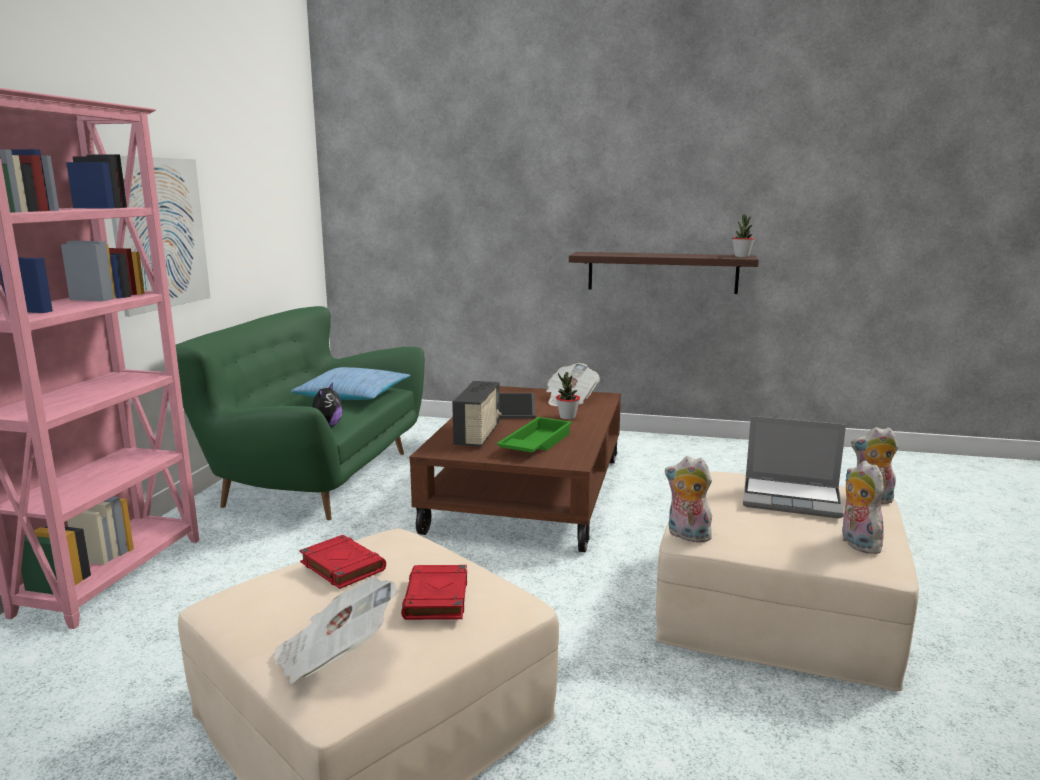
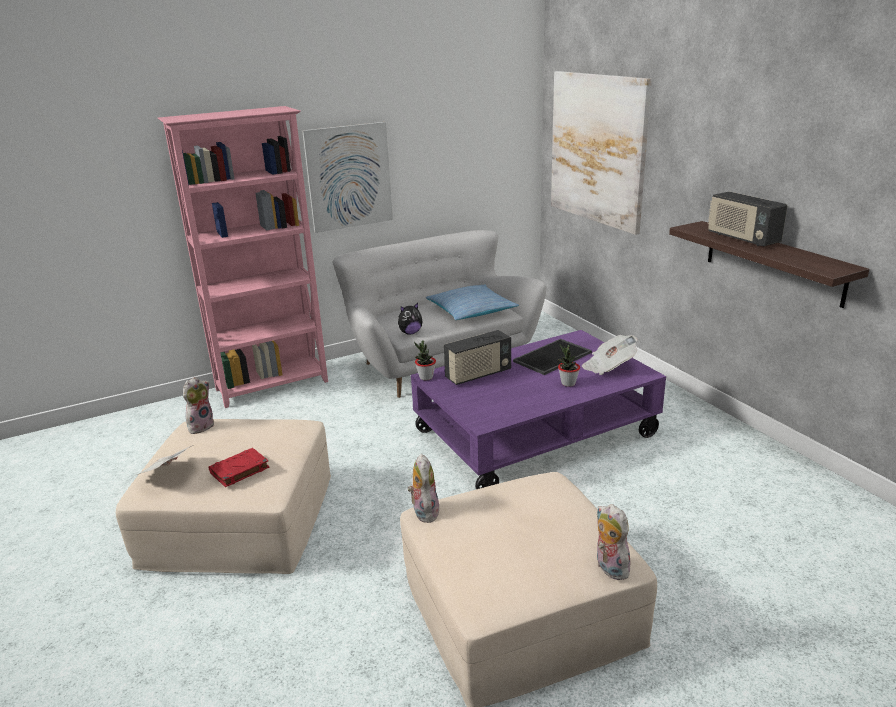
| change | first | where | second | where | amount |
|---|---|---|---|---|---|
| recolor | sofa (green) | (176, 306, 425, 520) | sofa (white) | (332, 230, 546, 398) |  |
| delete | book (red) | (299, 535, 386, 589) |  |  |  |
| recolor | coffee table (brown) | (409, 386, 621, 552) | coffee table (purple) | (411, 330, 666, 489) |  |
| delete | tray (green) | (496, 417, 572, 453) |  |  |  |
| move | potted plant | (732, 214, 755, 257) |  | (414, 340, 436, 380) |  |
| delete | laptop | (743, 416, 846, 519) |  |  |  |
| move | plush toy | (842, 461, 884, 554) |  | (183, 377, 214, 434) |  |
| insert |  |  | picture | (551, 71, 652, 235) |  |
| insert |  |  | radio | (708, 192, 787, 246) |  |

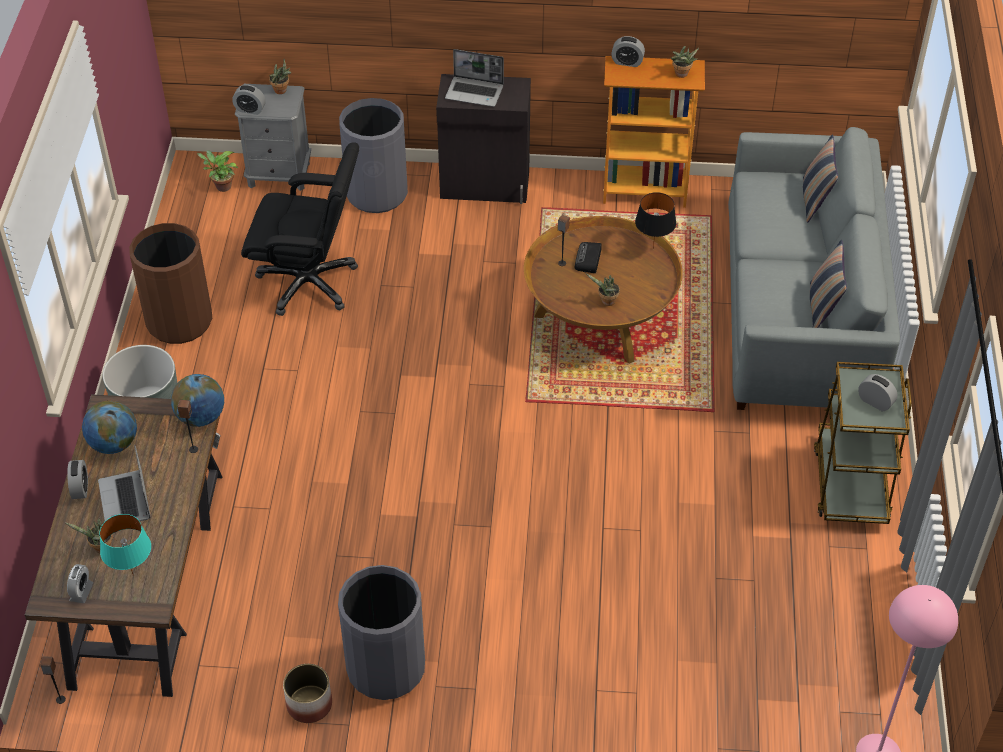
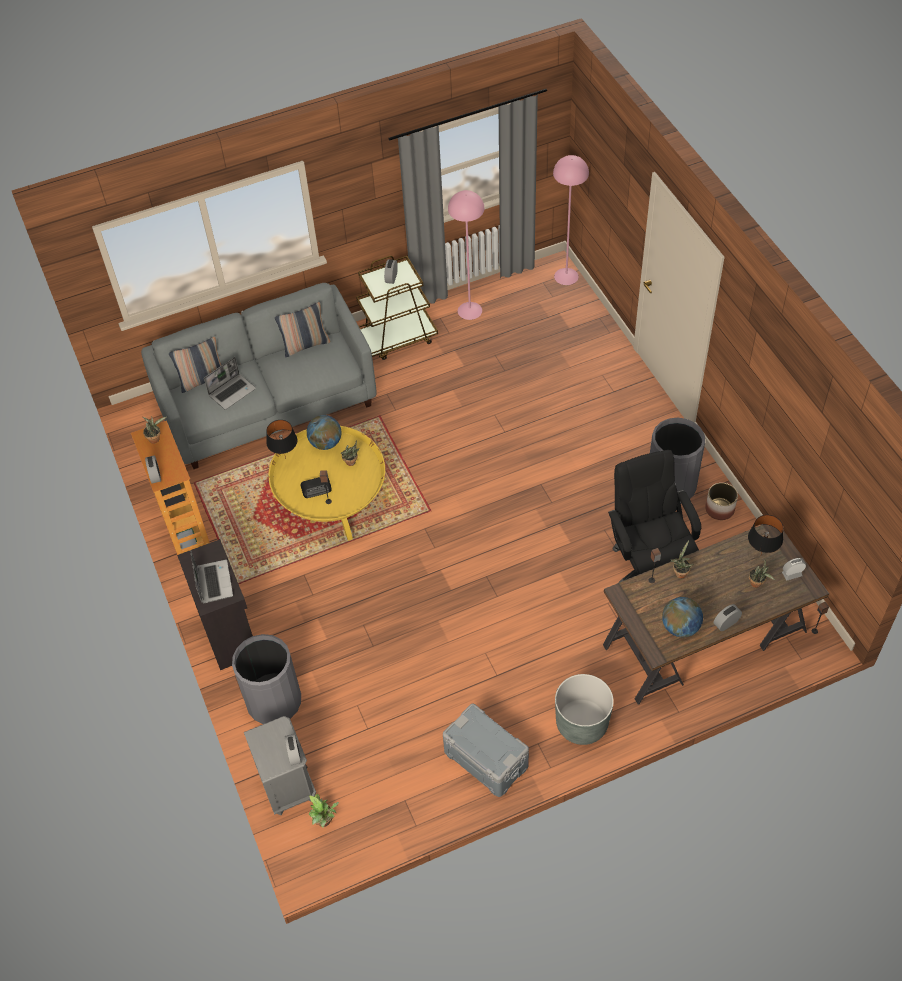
| change | first | where | second | where | amount |
|---|---|---|---|---|---|
| move | laptop | (98, 445, 150, 521) |  | (204, 357, 256, 410) |  |
| recolor | table lamp (turquoise) | (99, 514, 151, 574) | table lamp (black) | (748, 515, 783, 554) |  |
| replace | trash can (brown) | (129, 223, 212, 344) | storage box (grey) | (443, 704, 529, 797) |  |
| move | globe | (171, 374, 224, 427) |  | (307, 415, 341, 450) |  |
| move | office chair (black) | (241, 142, 359, 316) |  | (608, 450, 701, 583) |  |
| move | potted plant | (269, 59, 291, 94) |  | (670, 540, 693, 578) |  |
| recolor | coffee table (brown) | (524, 216, 683, 364) | coffee table (yellow) | (268, 426, 385, 541) |  |
| insert |  |  | floor lamp (pink) | (448, 190, 484, 320) |  |

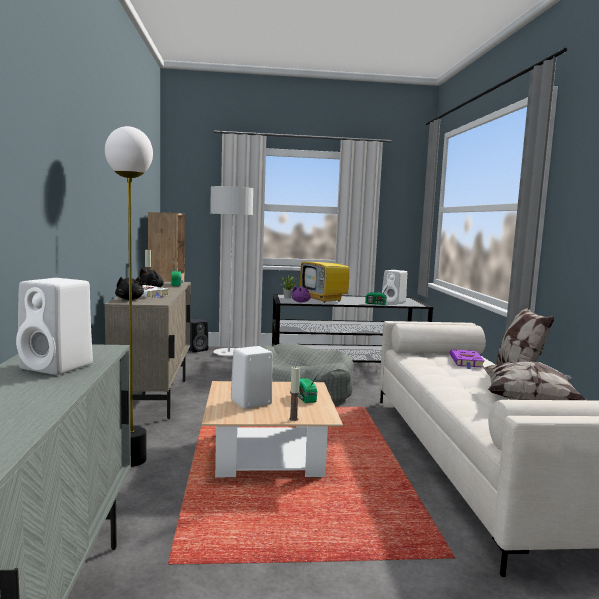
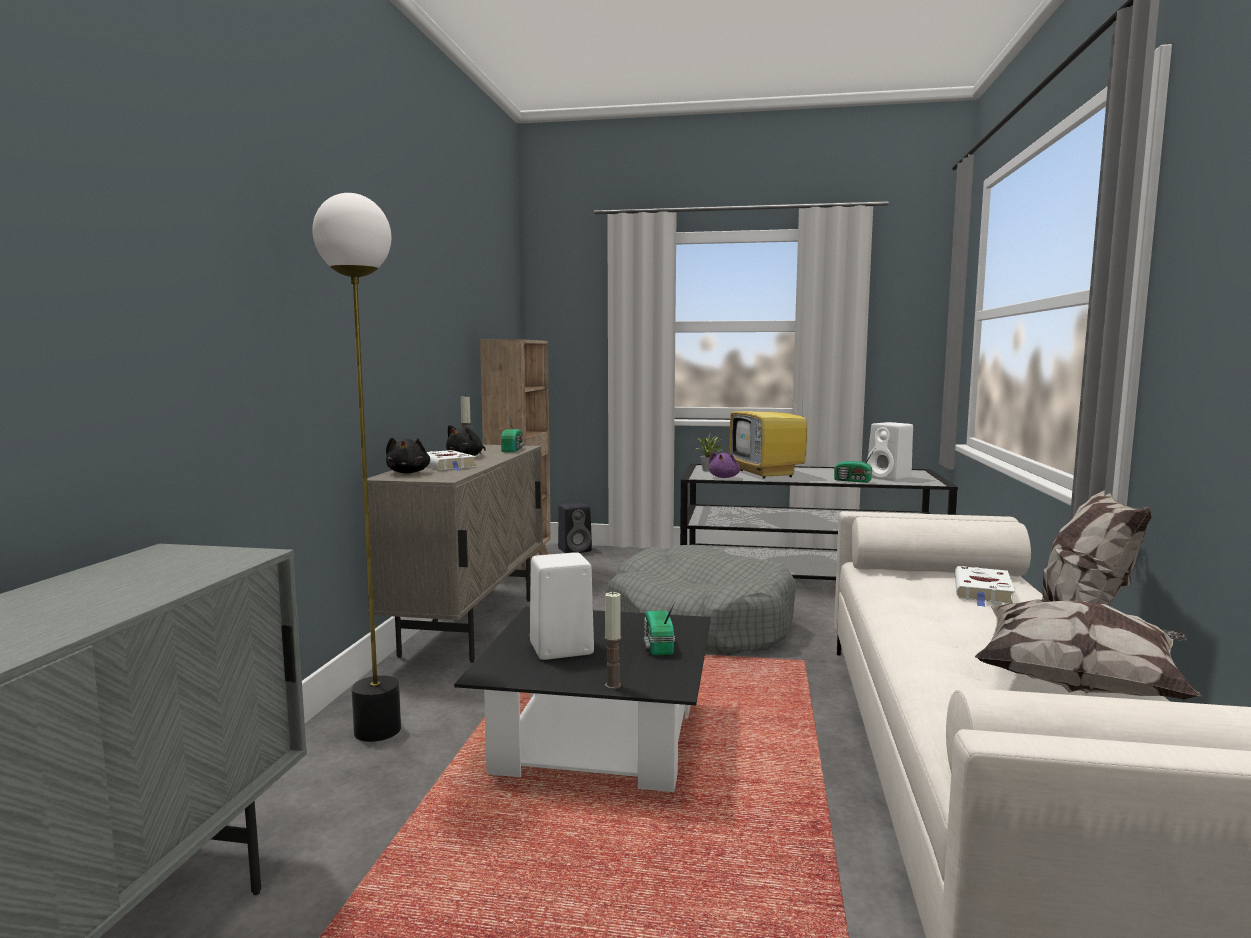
| change | first | where | second | where | amount |
|---|---|---|---|---|---|
| delete | speaker (white) | (16, 278, 93, 375) |  |  |  |
| recolor | coffee table (beige) | (202, 381, 343, 477) | coffee table (black) | (454, 606, 711, 792) |  |
| delete | floor lamp (grey) | (210, 186, 253, 357) |  |  |  |
| recolor | book (purple) | (450, 349, 485, 369) | book (white) | (954, 566, 1015, 607) |  |

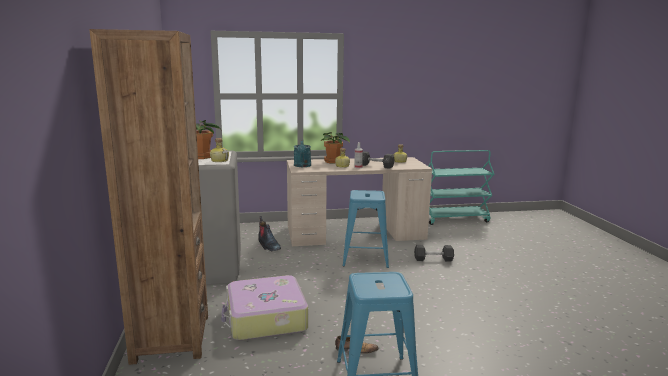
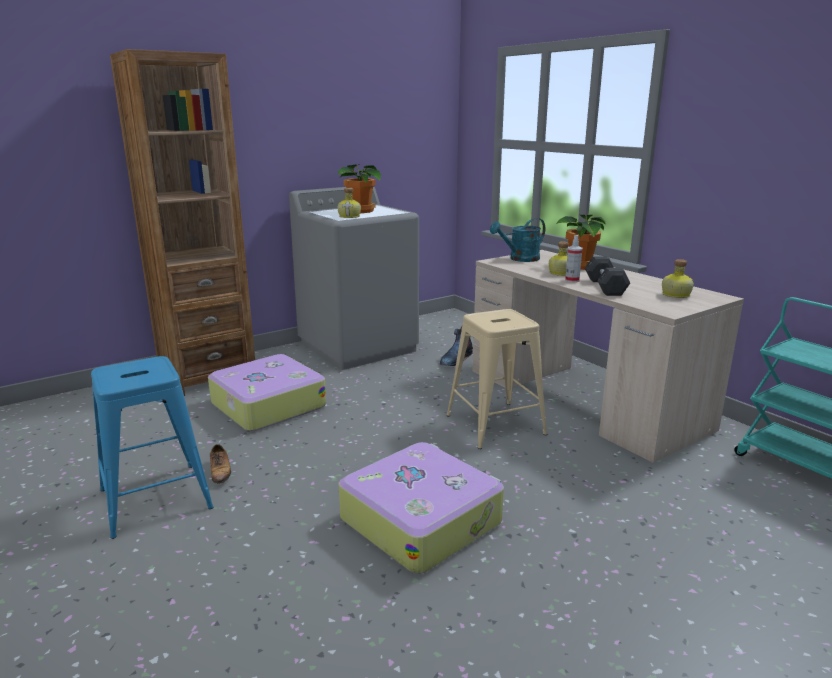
| change | first | where | second | where | amount |
|---|---|---|---|---|---|
| recolor | stool (blue) | (342, 190, 389, 268) | stool (beige) | (447, 309, 547, 449) |  |
| delete | dumbbell (grey) | (414, 245, 454, 262) |  |  |  |
| insert |  |  | suitcase | (338, 442, 504, 574) |  |

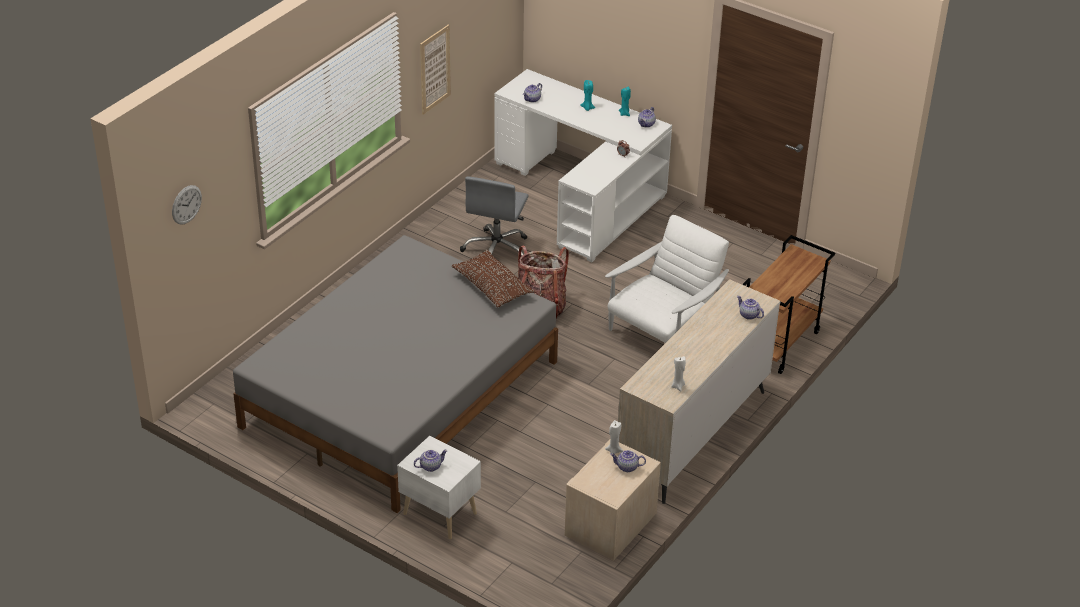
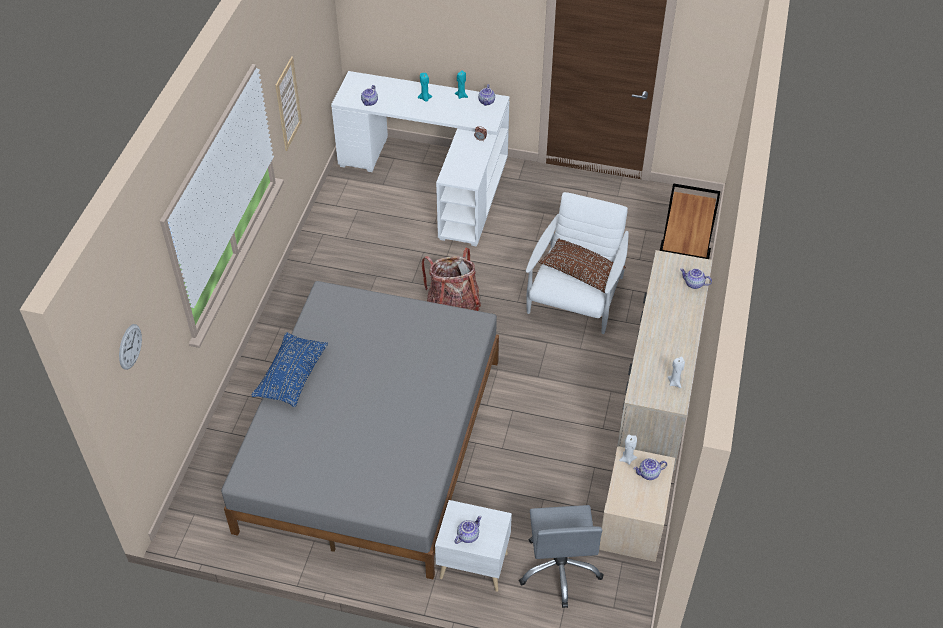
| change | first | where | second | where | amount |
|---|---|---|---|---|---|
| move | pillow (brown) | (451, 250, 535, 308) |  | (539, 238, 626, 293) |  |
| move | office chair (grey) | (460, 176, 529, 256) |  | (519, 505, 604, 608) |  |
| insert |  |  | pillow (blue) | (251, 332, 328, 407) |  |

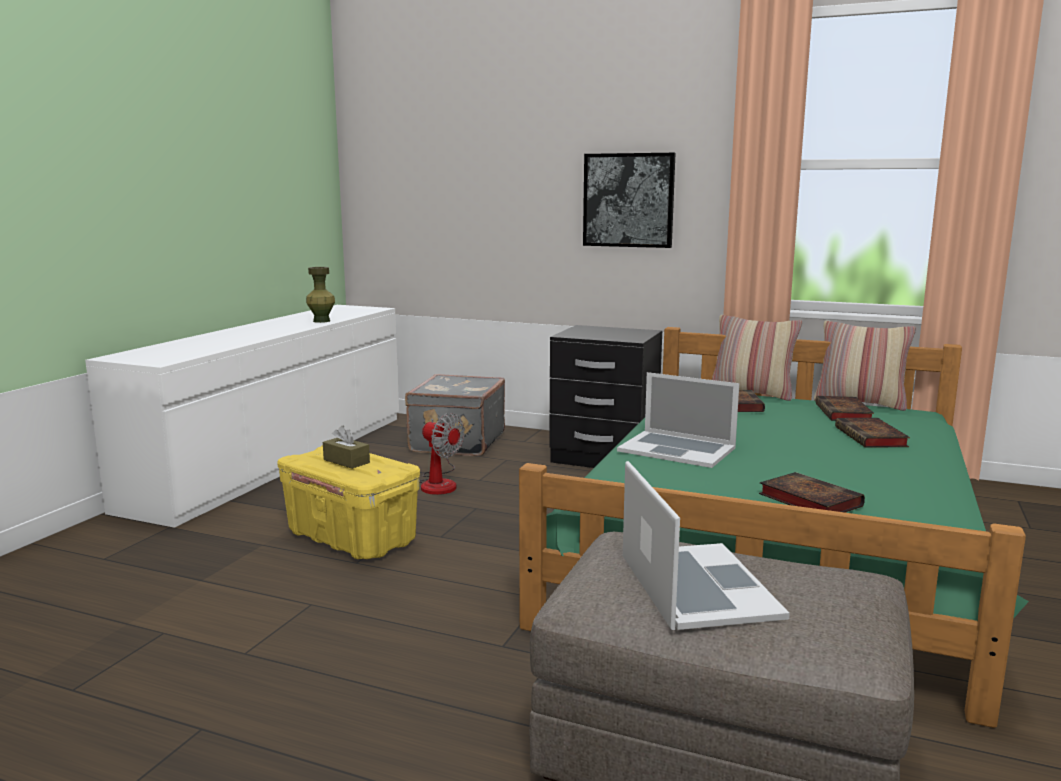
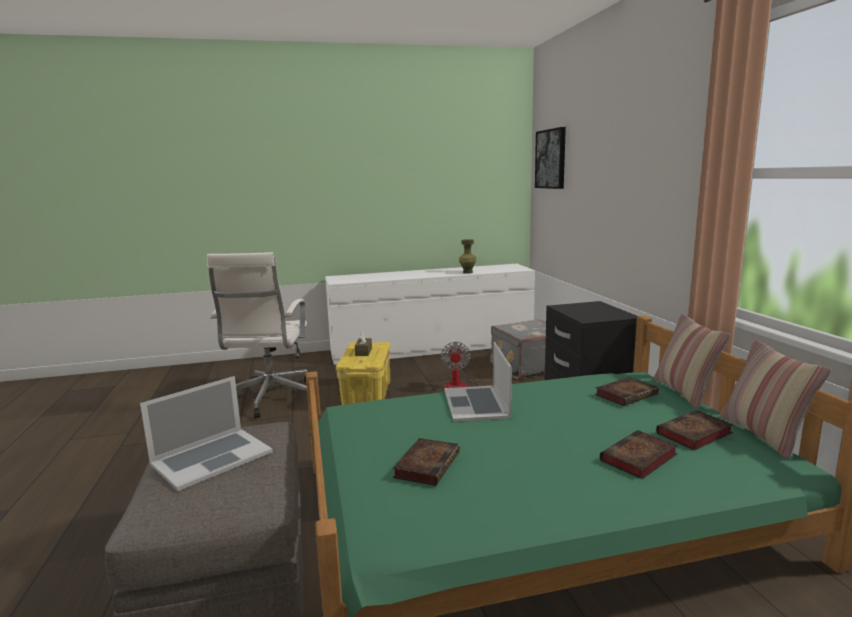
| change | first | where | second | where | amount |
|---|---|---|---|---|---|
| move | picture | (583, 153, 676, 248) |  | (535, 127, 566, 189) |  |
| insert |  |  | office chair (white) | (207, 252, 307, 419) |  |

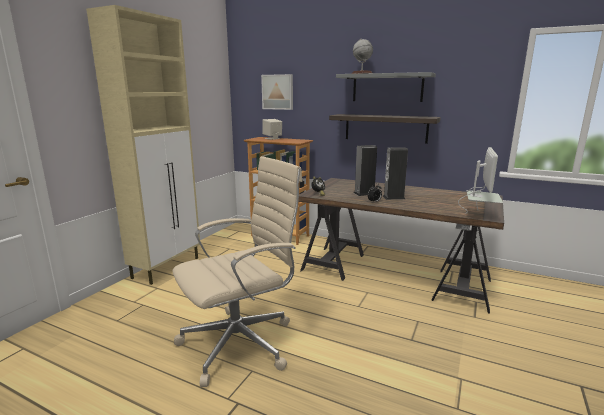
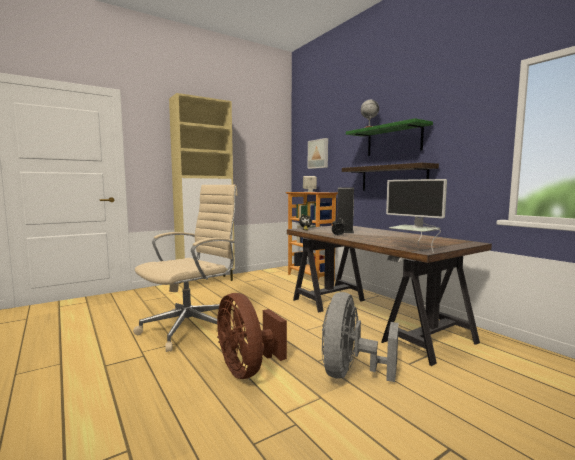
| change | first | where | second | where | amount |
|---|---|---|---|---|---|
| rotate | office chair (beige) | (172, 156, 303, 387) |  | (133, 185, 238, 352) | 45 degrees counterclockwise |
| recolor | shelf (grey) | (336, 72, 436, 102) | shelf (green) | (346, 118, 433, 156) |  |
| delete | speaker | (383, 147, 408, 200) |  |  |  |
| rotate | monitor | (458, 147, 503, 214) |  | (386, 179, 447, 253) | 90 degrees clockwise |
| insert |  |  | fan (brown) | (217, 293, 287, 379) |  |
| insert |  |  | fan (grey) | (322, 292, 399, 382) |  |

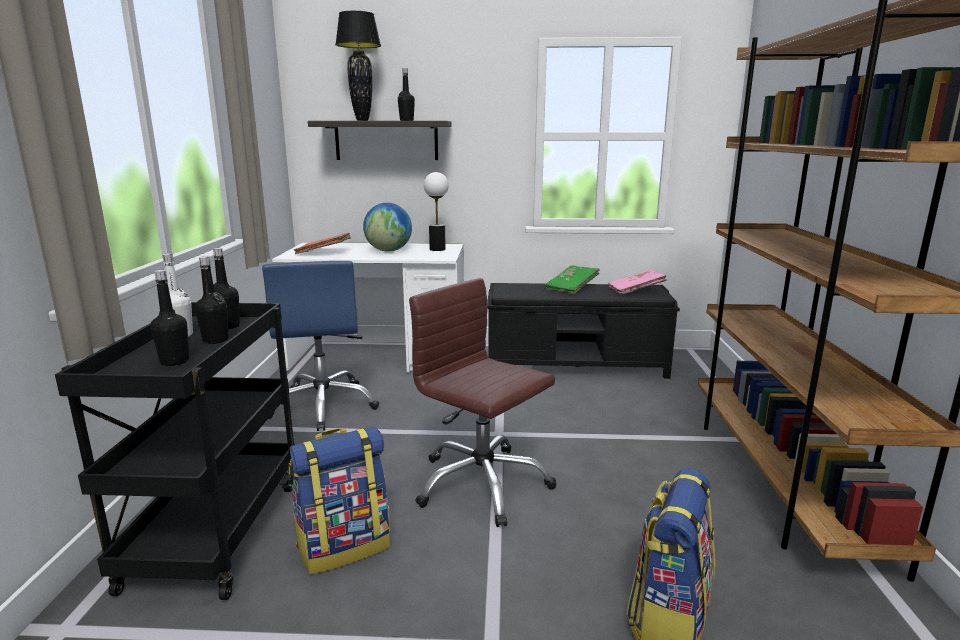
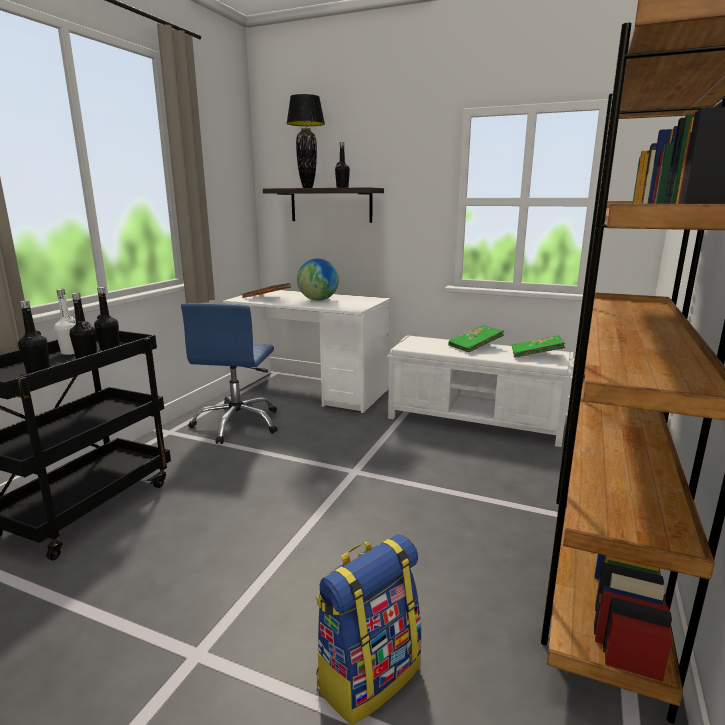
| change | first | where | second | where | amount |
|---|---|---|---|---|---|
| delete | backpack | (289, 426, 390, 574) |  |  |  |
| delete | office chair (brown) | (409, 278, 556, 527) |  |  |  |
| delete | table lamp | (424, 172, 449, 251) |  |  |  |
| recolor | bench (black) | (487, 283, 680, 379) | bench (white) | (387, 335, 574, 447) |  |
| recolor | book (pink) | (608, 269, 667, 295) | book (green) | (512, 335, 565, 358) |  |

